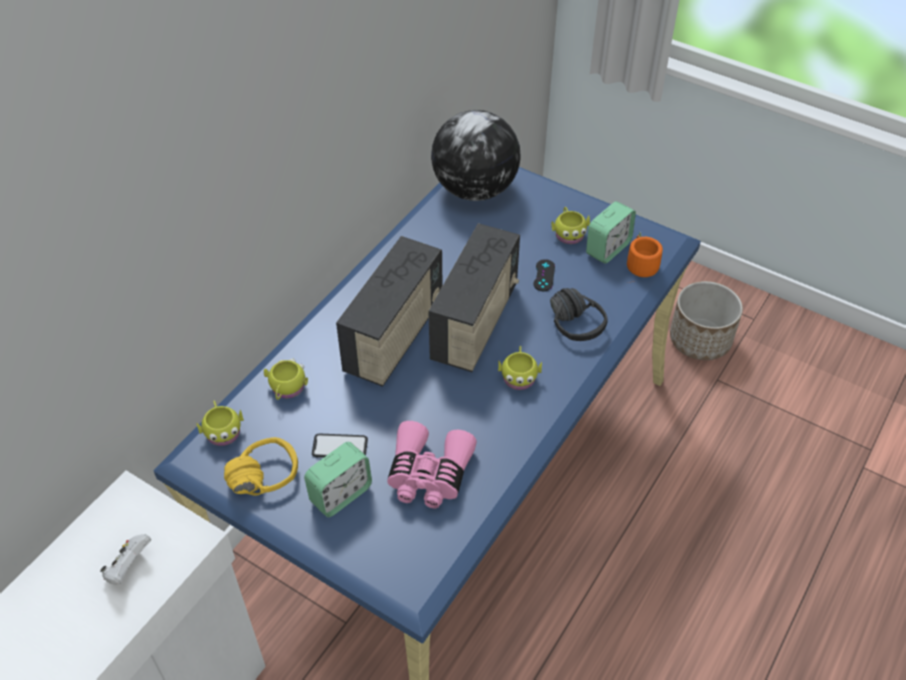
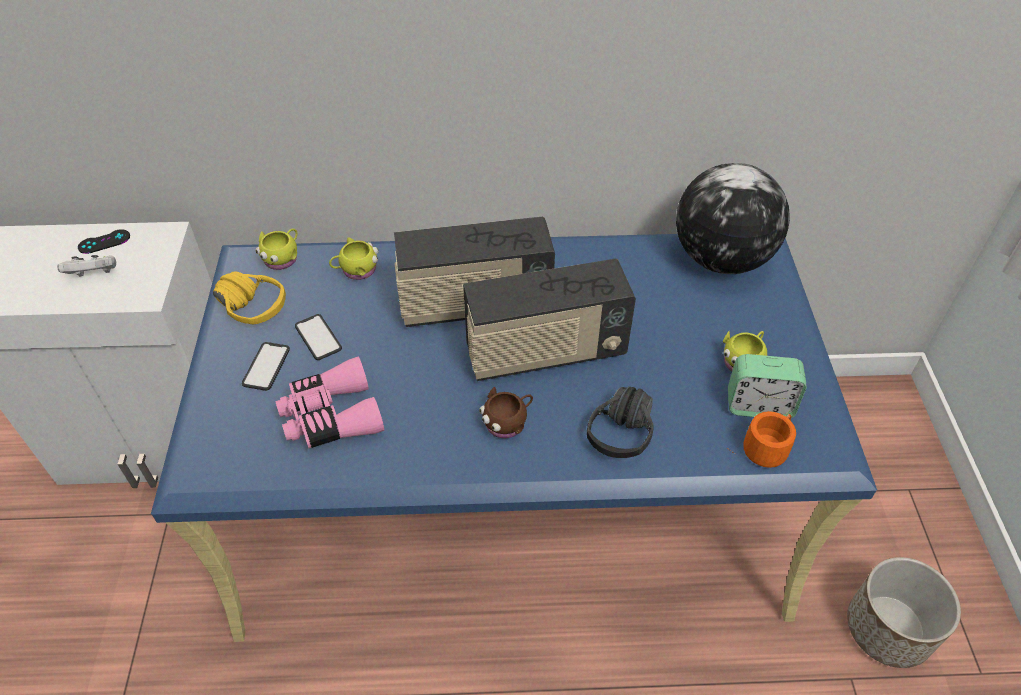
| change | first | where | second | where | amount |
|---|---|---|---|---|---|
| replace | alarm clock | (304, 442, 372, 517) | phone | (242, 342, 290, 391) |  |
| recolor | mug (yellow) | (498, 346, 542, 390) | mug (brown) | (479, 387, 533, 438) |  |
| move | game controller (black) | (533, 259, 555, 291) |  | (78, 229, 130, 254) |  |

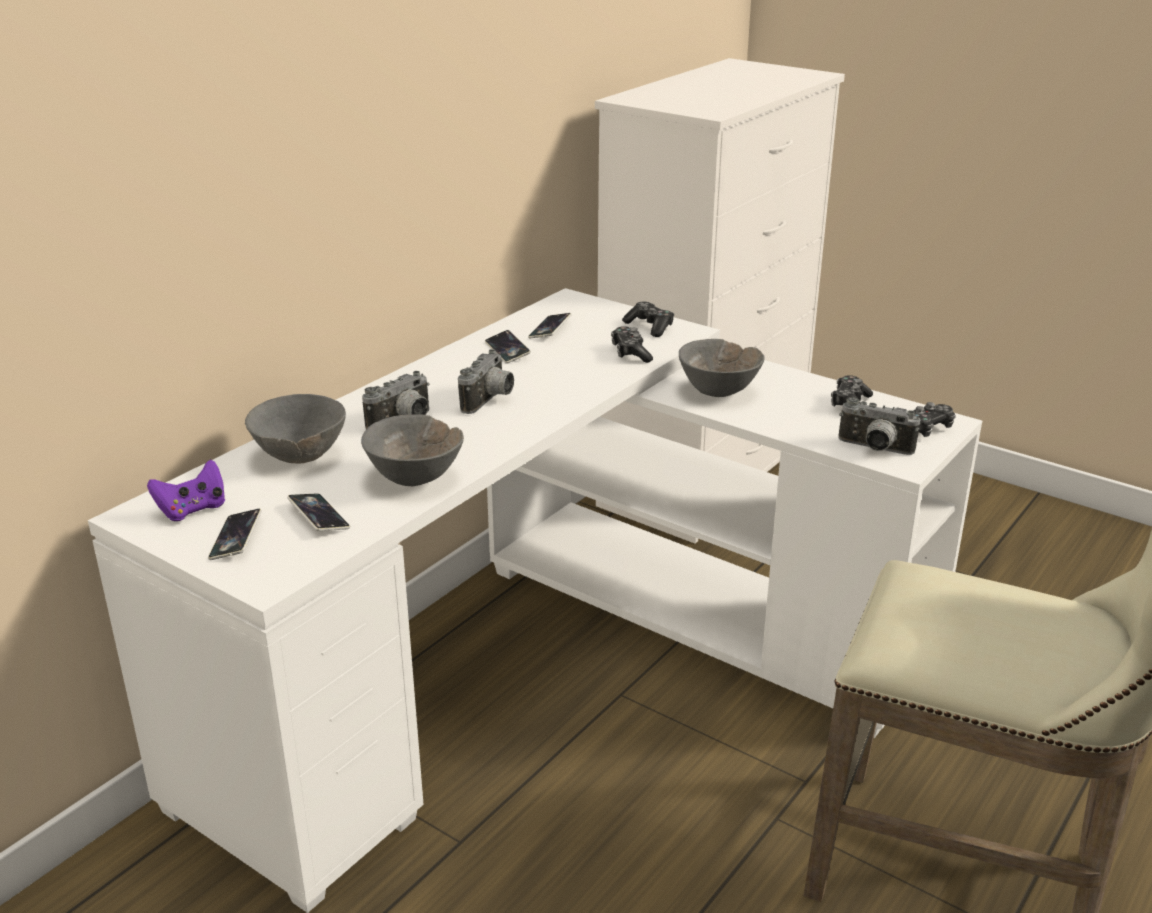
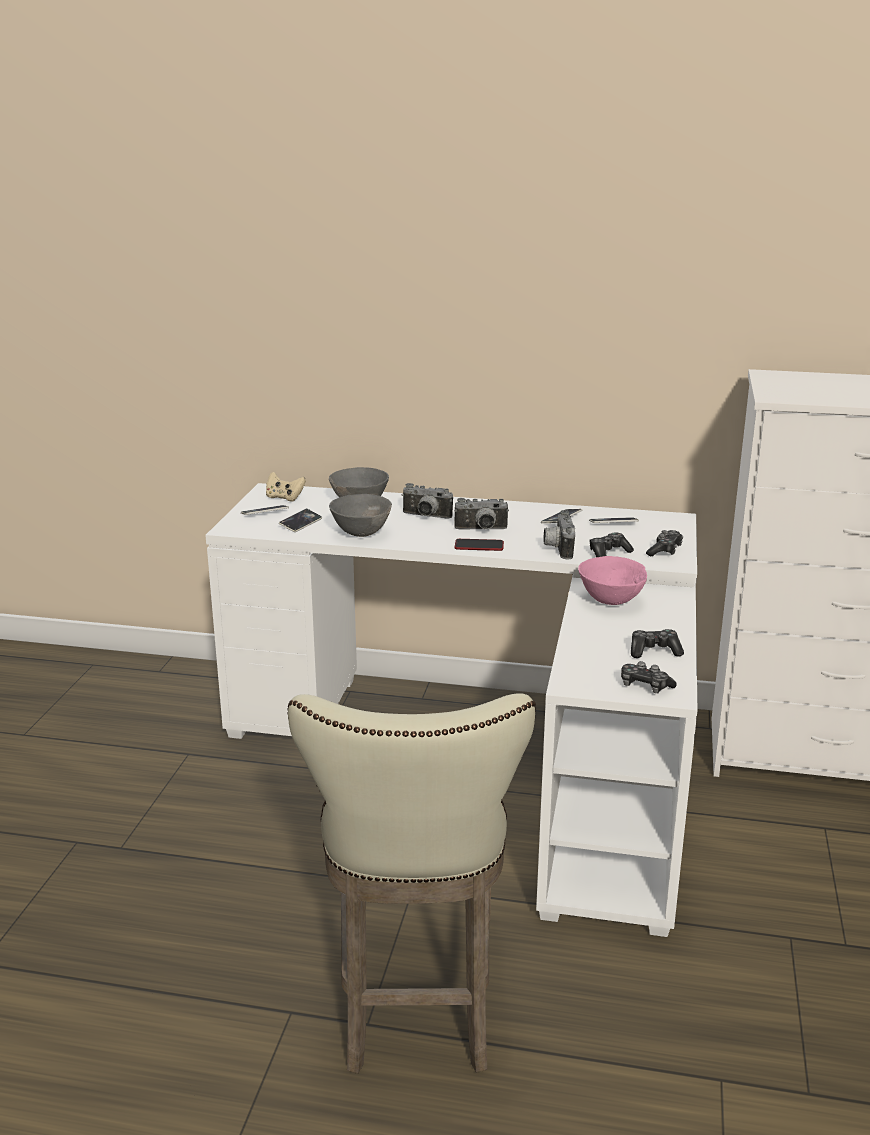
| change | first | where | second | where | amount |
|---|---|---|---|---|---|
| recolor | game controller (purple) | (147, 460, 225, 521) | game controller (beige) | (266, 472, 306, 502) |  |
| recolor | bowl (grey) | (679, 339, 765, 397) | bowl (pink) | (578, 556, 647, 605) |  |
| move | photo camera | (838, 397, 920, 455) |  | (544, 510, 575, 559) |  |
| insert |  |  | phone | (454, 539, 504, 551) |  |

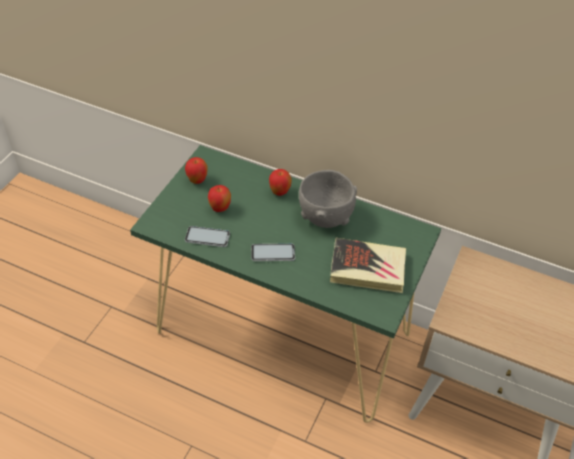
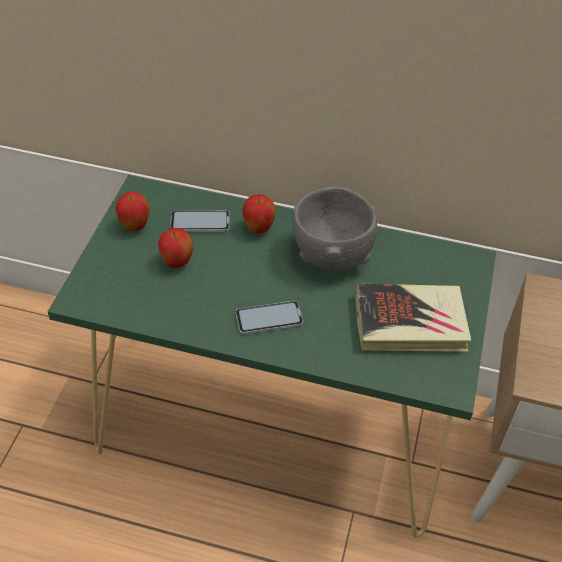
| change | first | where | second | where | amount |
|---|---|---|---|---|---|
| move | phone | (185, 226, 230, 247) |  | (170, 210, 230, 232) |  |

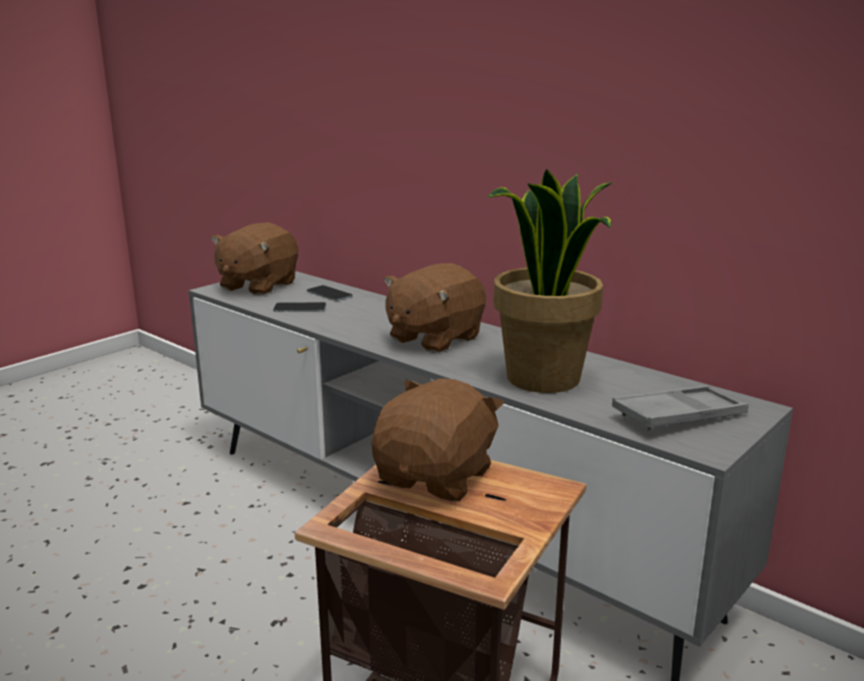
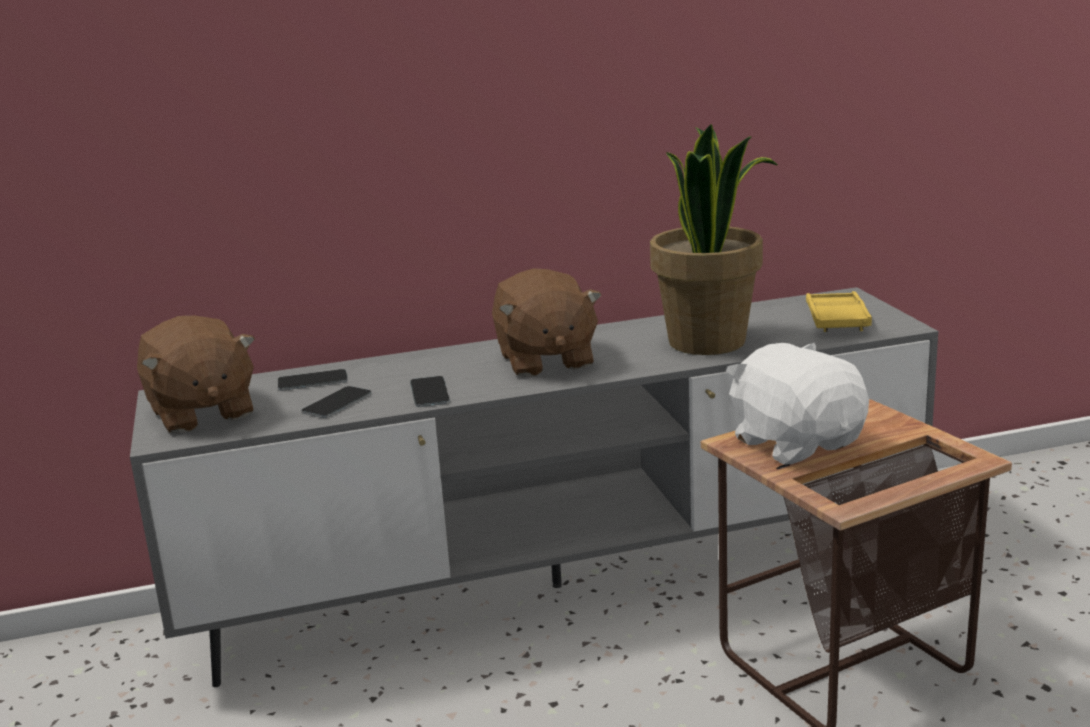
| change | first | where | second | where | amount |
|---|---|---|---|---|---|
| recolor | plush toy (brown) | (372, 378, 504, 501) | plush toy (white) | (726, 343, 869, 465) |  |
| recolor | tray (grey) | (612, 385, 748, 431) | tray (yellow) | (806, 291, 872, 332) |  |
| insert |  |  | phone | (410, 376, 450, 407) |  |

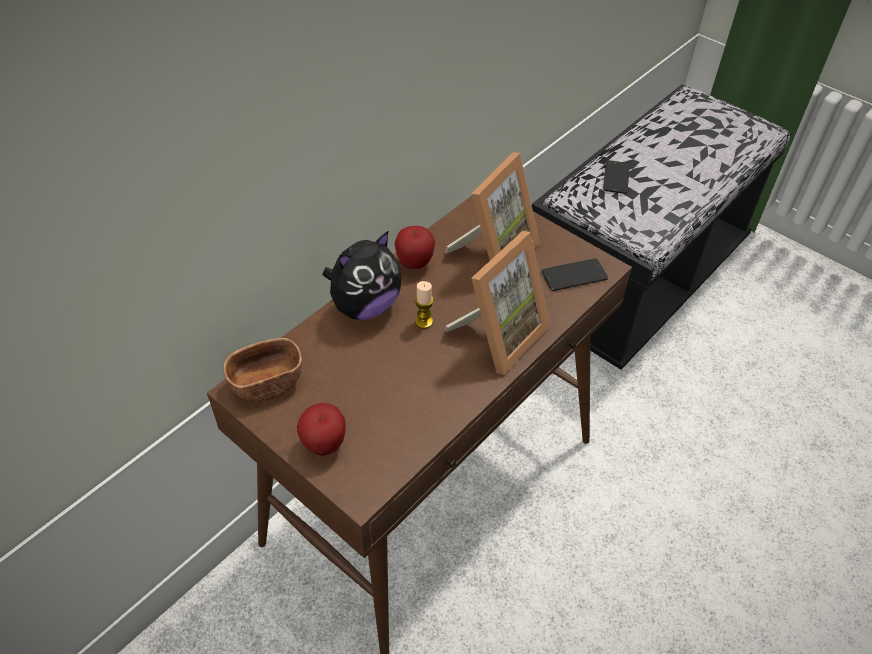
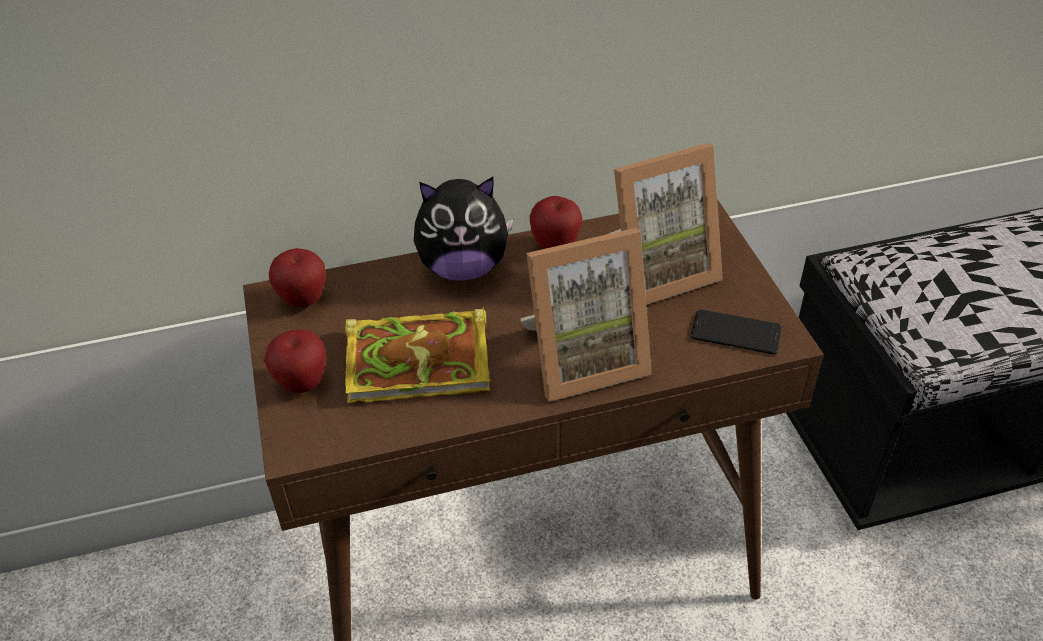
| change | first | where | second | where | amount |
|---|---|---|---|---|---|
| replace | bowl (brown) | (223, 338, 302, 402) | apple | (269, 248, 325, 307) |  |
| delete | candle | (415, 281, 434, 329) |  |  |  |
| delete | phone | (603, 160, 630, 194) |  |  |  |
| insert |  |  | book | (345, 307, 490, 403) |  |

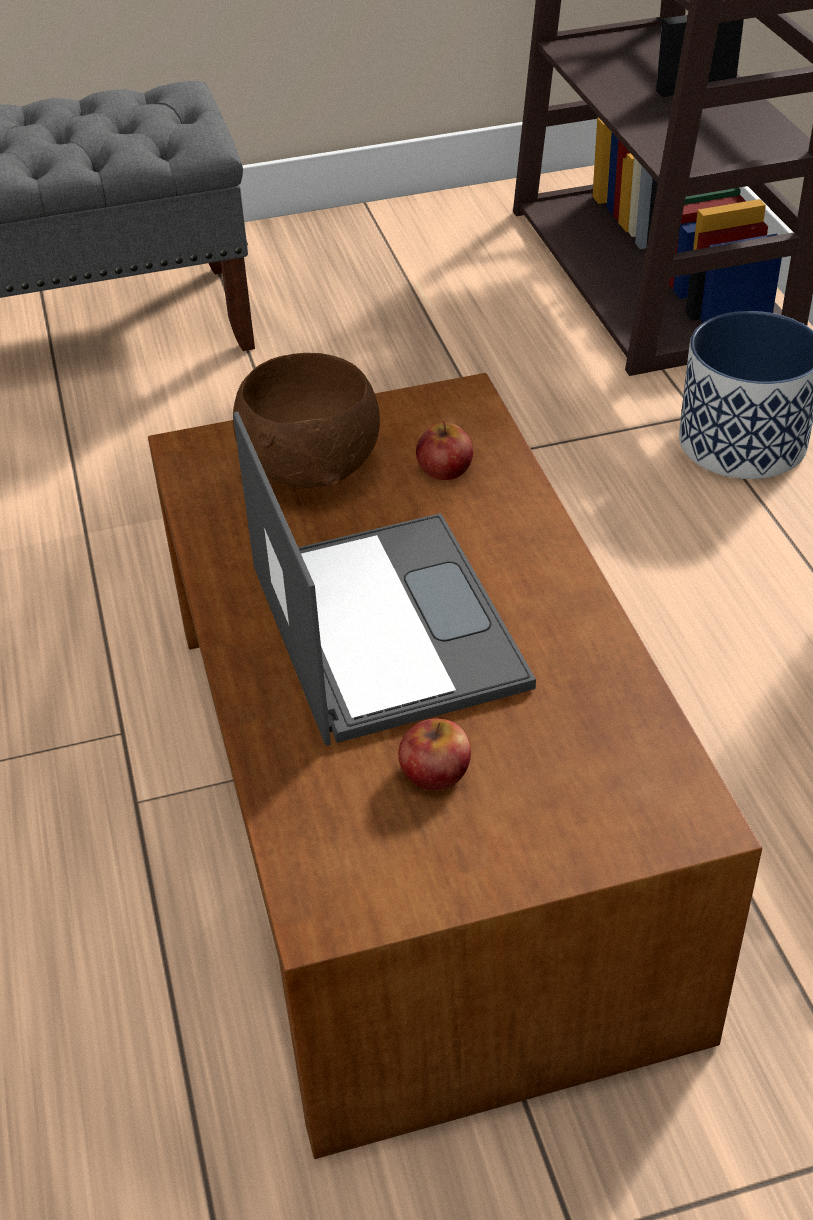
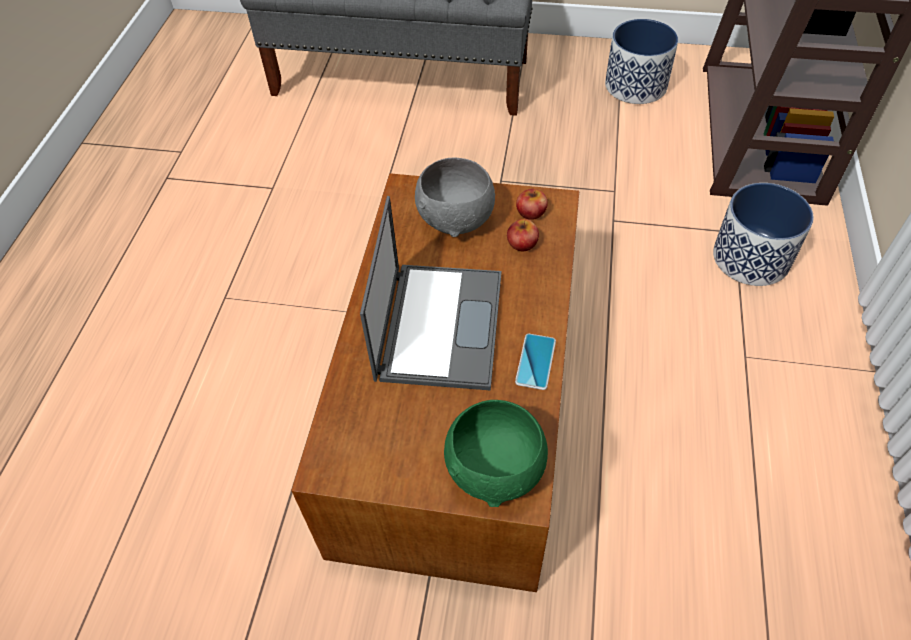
| change | first | where | second | where | amount |
|---|---|---|---|---|---|
| recolor | bowl (brown) | (233, 353, 380, 488) | bowl (grey) | (415, 157, 495, 237) |  |
| move | apple | (398, 719, 471, 790) |  | (516, 189, 548, 220) |  |
| insert |  |  | bowl (green) | (444, 400, 548, 507) |  |
| insert |  |  | phone | (515, 334, 556, 390) |  |
| insert |  |  | planter | (605, 19, 678, 104) |  |

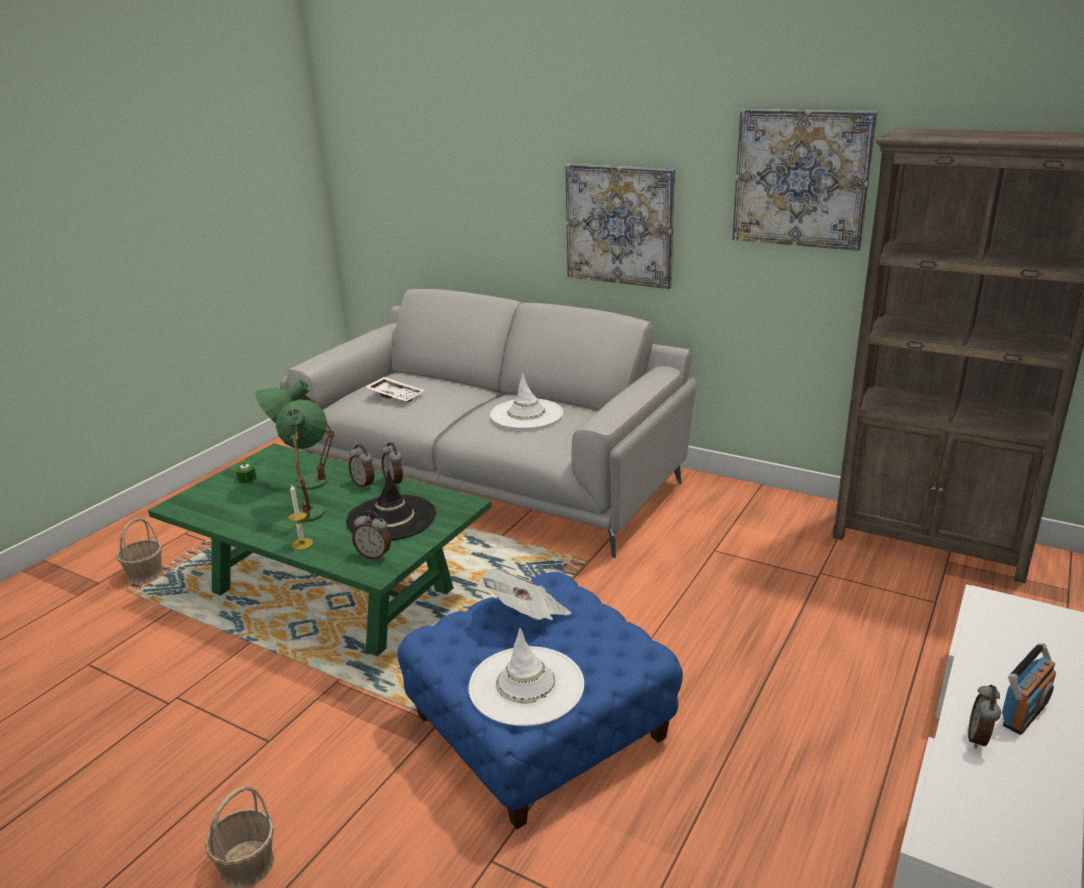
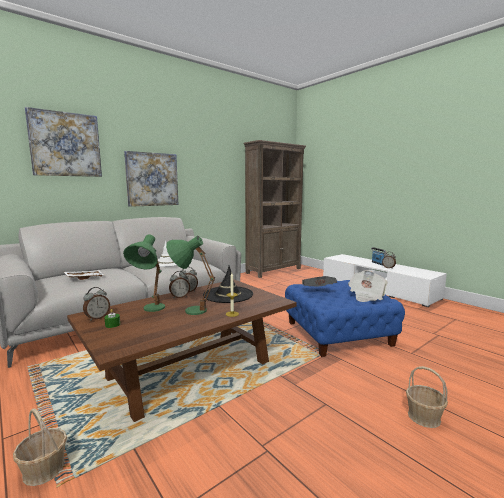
| change | first | where | second | where | amount |
|---|---|---|---|---|---|
| recolor | coffee table (green) | (148, 444, 492, 656) | coffee table (brown) | (67, 279, 296, 422) |  |
| move | alarm clock | (352, 511, 391, 559) |  | (83, 287, 110, 321) |  |
| replace | hat (white) | (468, 628, 584, 726) | newspaper | (348, 270, 388, 302) |  |
| move | picture | (732, 109, 878, 251) |  | (25, 107, 102, 177) |  |

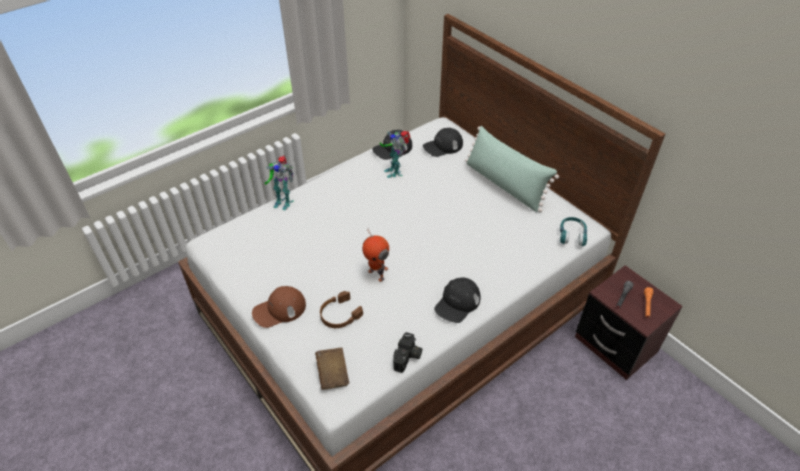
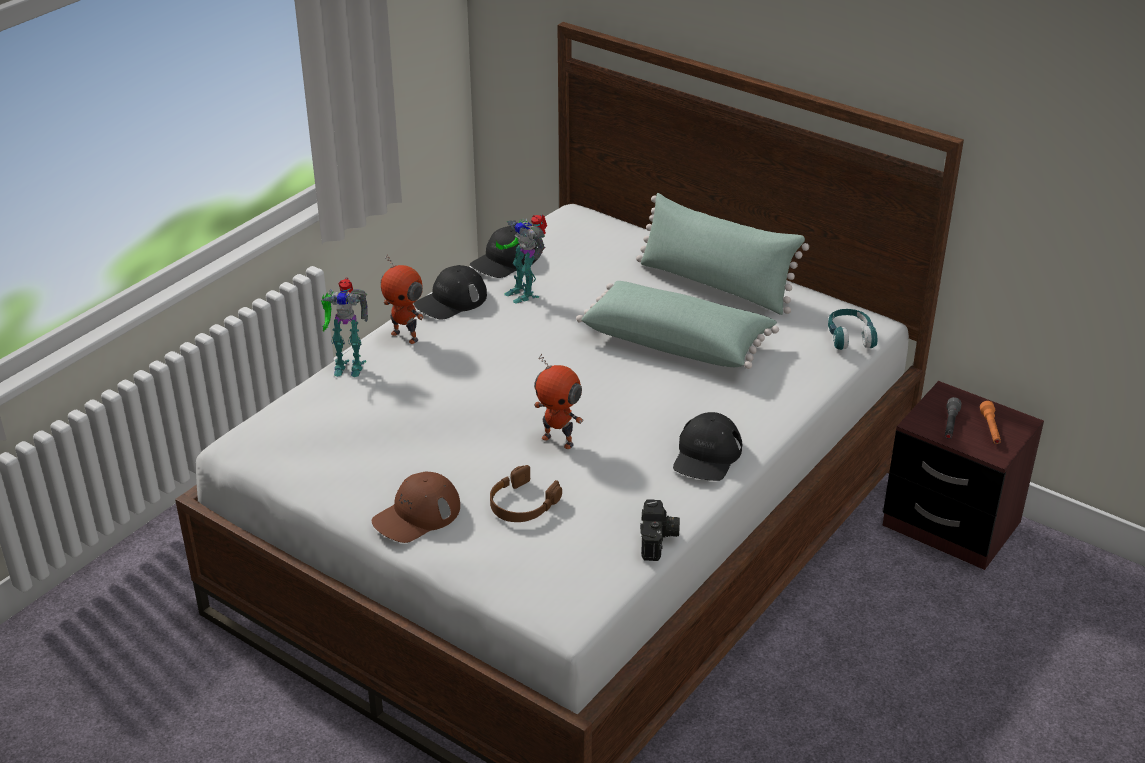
| change | first | where | second | where | amount |
|---|---|---|---|---|---|
| delete | book (brown) | (315, 348, 349, 390) |  |  |  |
| move | cap (black) | (423, 128, 463, 157) |  | (414, 265, 487, 320) |  |
| insert |  |  | toy robot | (381, 254, 424, 344) |  |
| insert |  |  | pillow (green) | (576, 281, 779, 369) |  |

